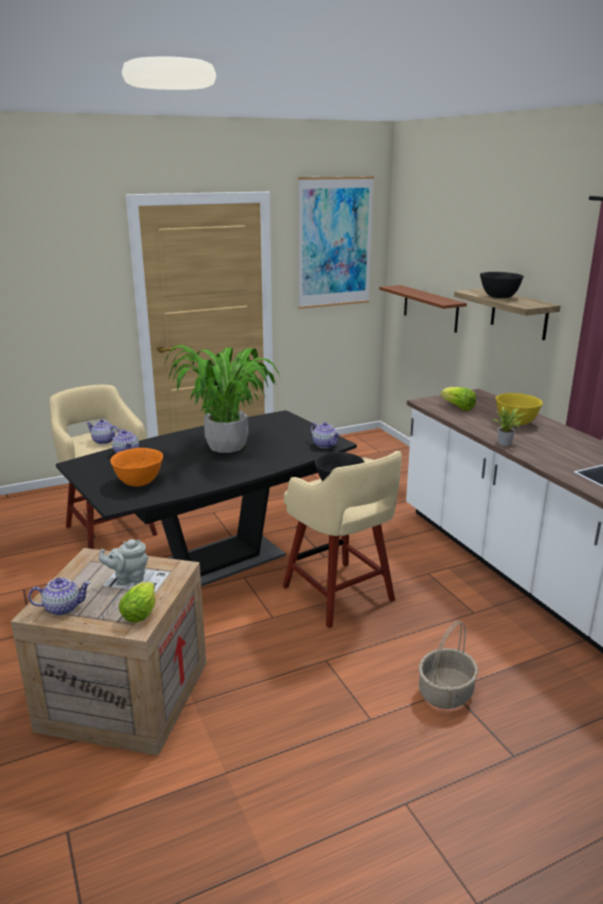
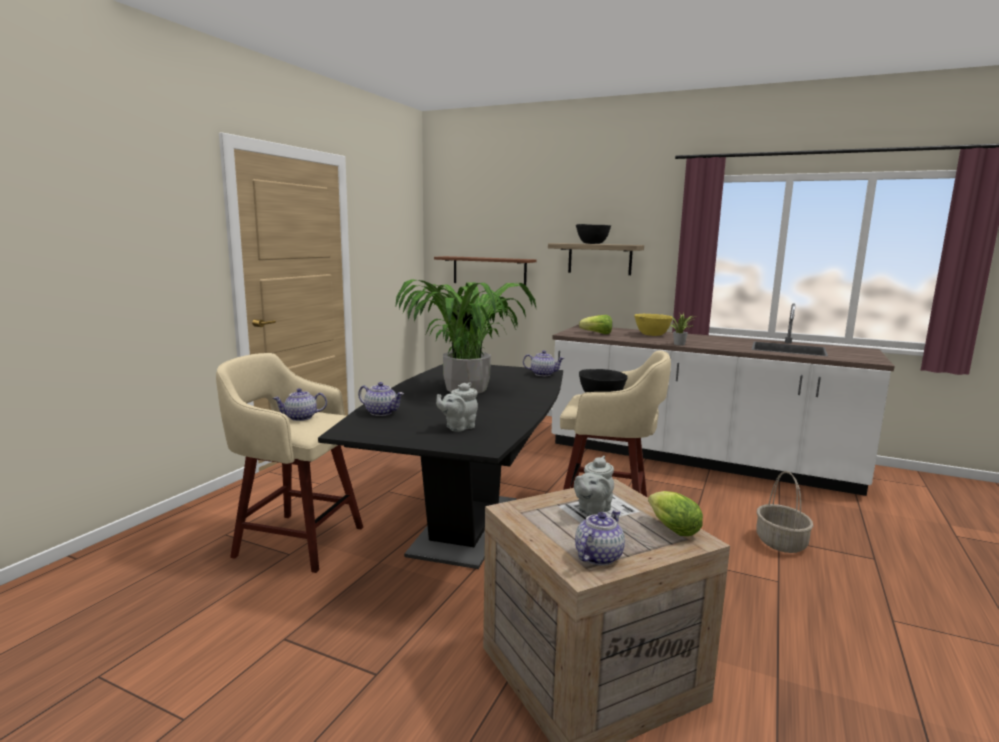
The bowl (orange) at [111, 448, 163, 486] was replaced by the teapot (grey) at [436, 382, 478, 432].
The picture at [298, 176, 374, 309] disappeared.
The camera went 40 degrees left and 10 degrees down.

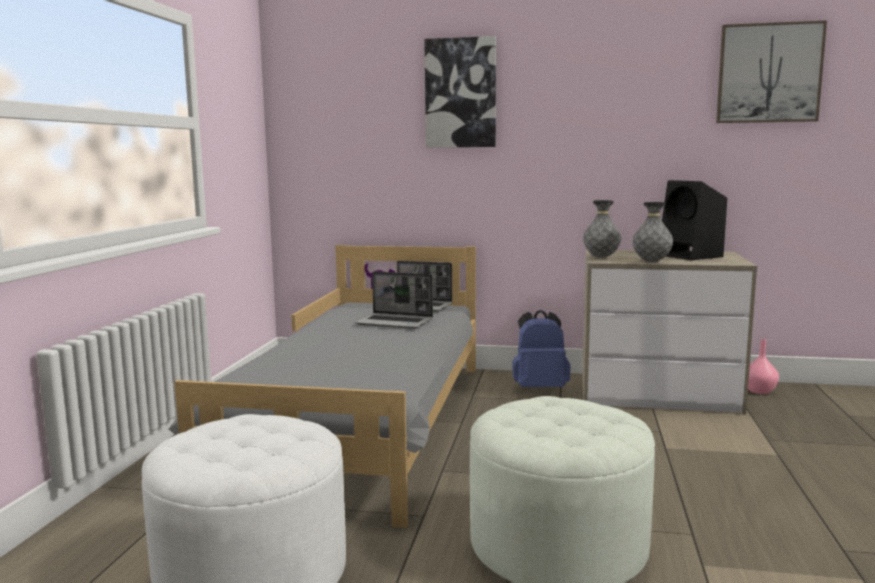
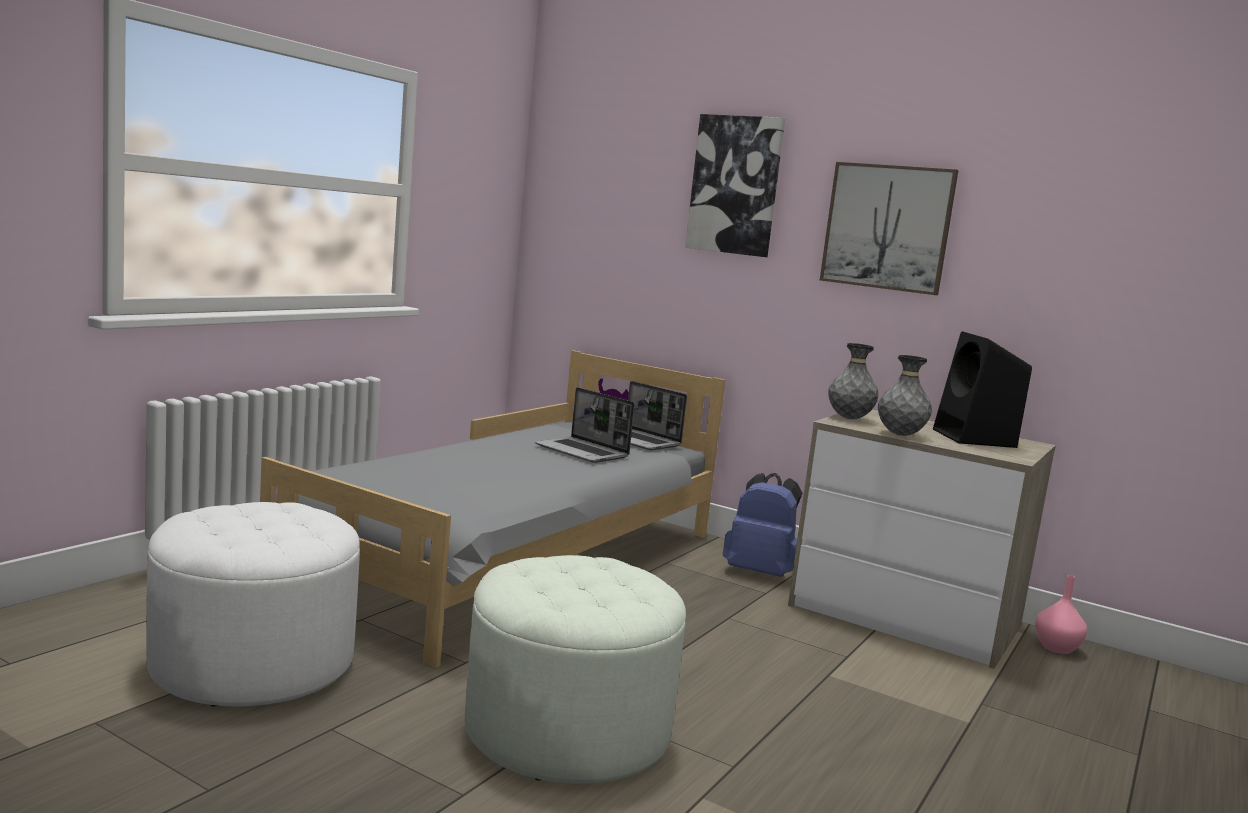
The picture moved from [716, 20, 827, 123] to [820, 162, 958, 295].
The camera went 20 degrees right and 0 degrees up.

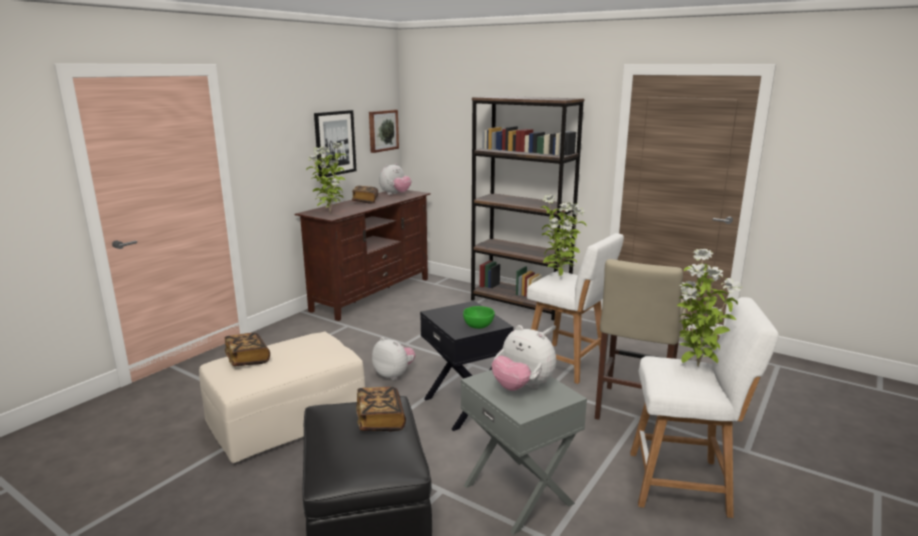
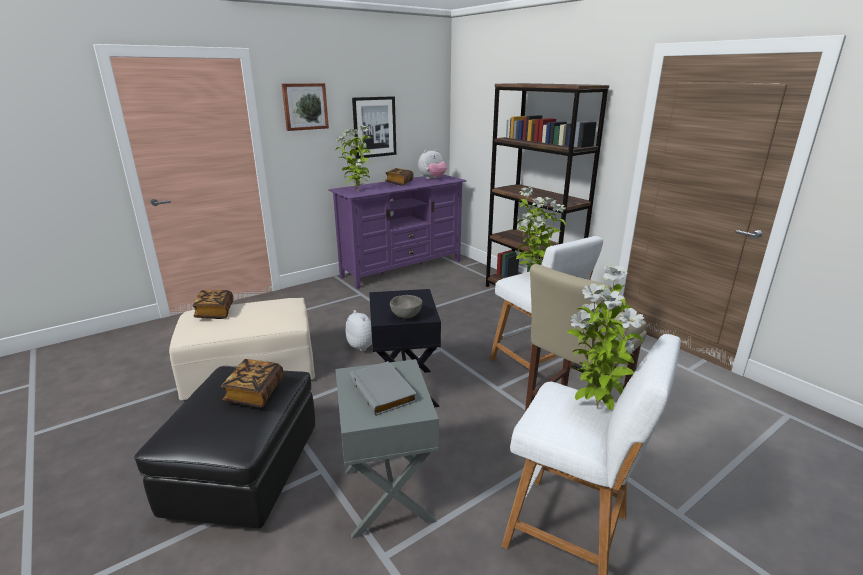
The picture moved from [369, 110, 399, 153] to [282, 83, 329, 131].
The tv stand (brown) at [294, 190, 431, 321] became the tv stand (purple) at [328, 174, 467, 289].
The plush toy at [492, 325, 556, 391] was replaced by the book (grey) at [349, 361, 417, 416].
The bowl (green) at [463, 306, 495, 329] became the bowl (grey) at [390, 295, 422, 319].
The camera went 20 degrees right and 5 degrees up.

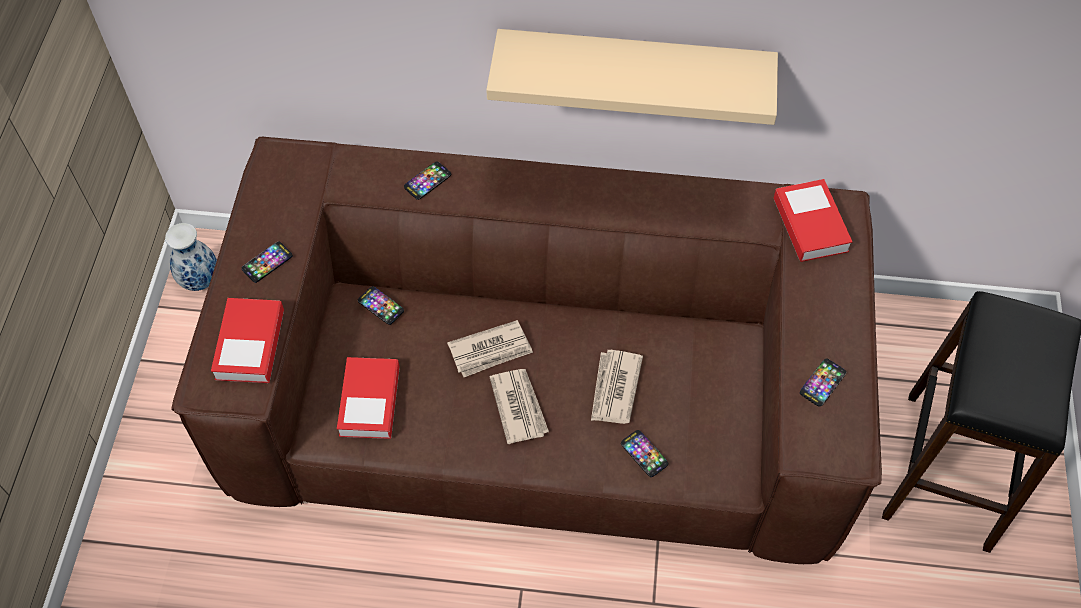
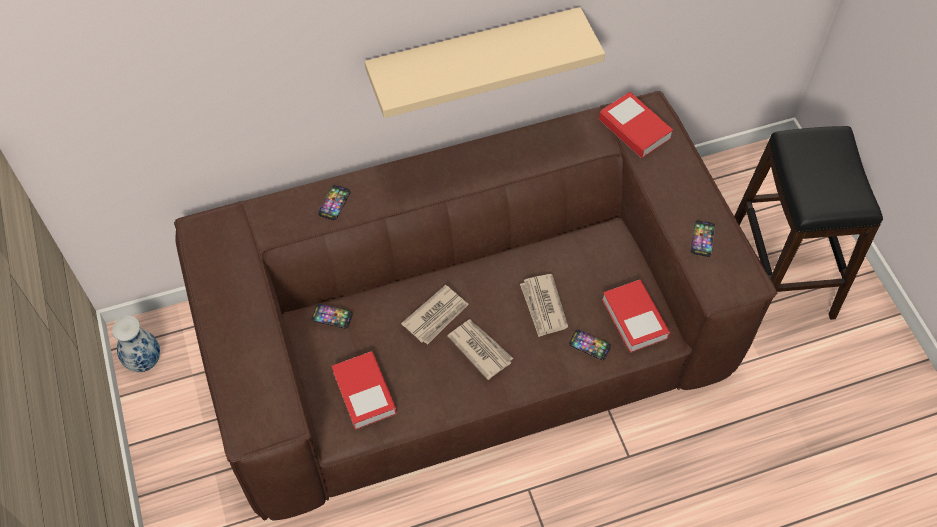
The book moved from [211, 298, 284, 383] to [602, 280, 670, 353].
The phone at [242, 241, 293, 283] disappeared.
The camera went 25 degrees left and 0 degrees up.

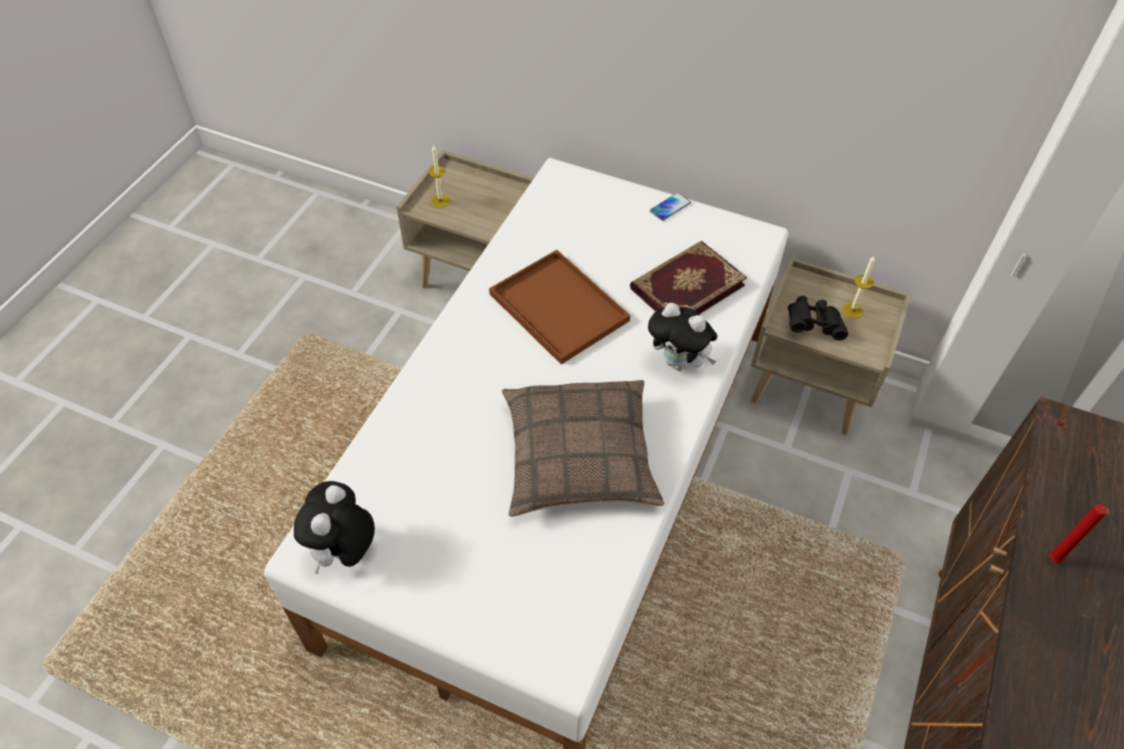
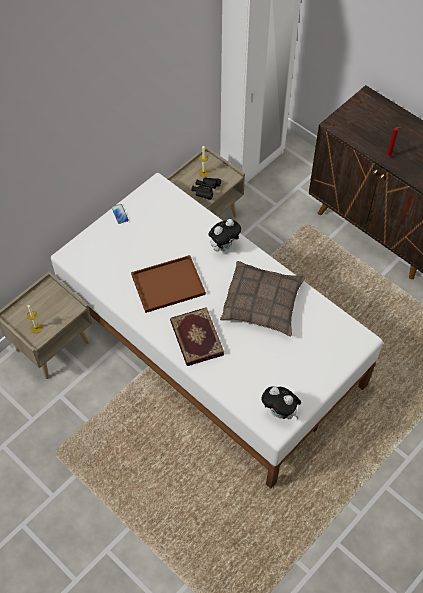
The book moved from [630, 241, 747, 314] to [170, 307, 224, 366].
The camera went 70 degrees left and 5 degrees up.

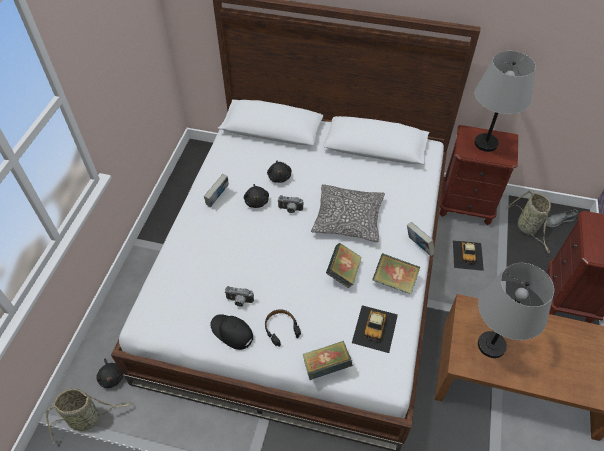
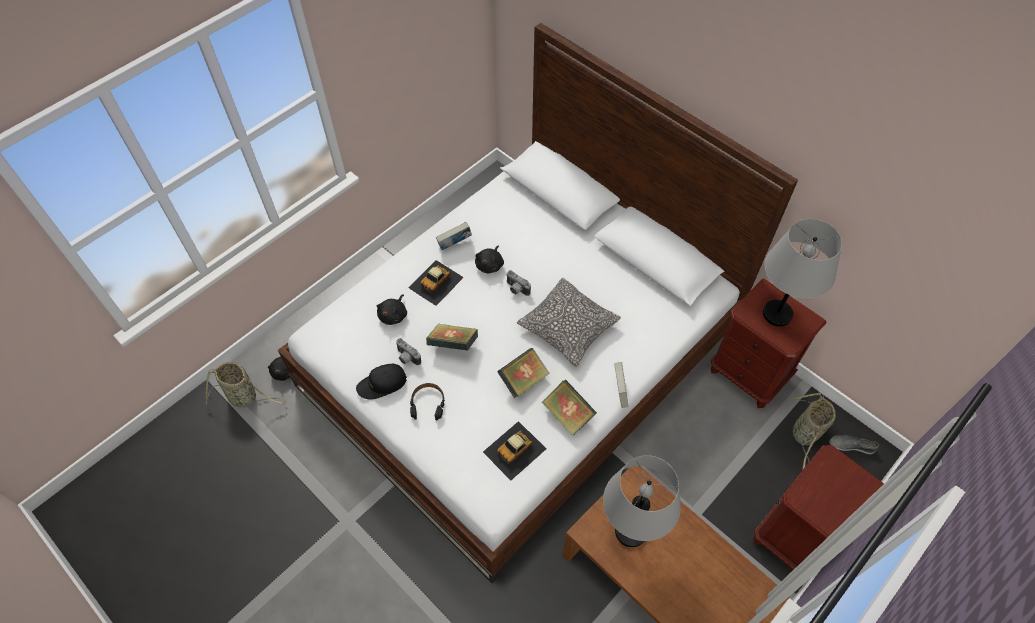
The cap (black) at [210, 314, 253, 350] turned 90 degrees counterclockwise.
The plush toy (black) moved from [267, 161, 292, 183] to [377, 294, 407, 325].
The toy car moved from [453, 240, 484, 271] to [408, 260, 464, 306].
The book moved from [303, 340, 353, 380] to [426, 324, 478, 351].
The camera went 30 degrees right and 5 degrees up.

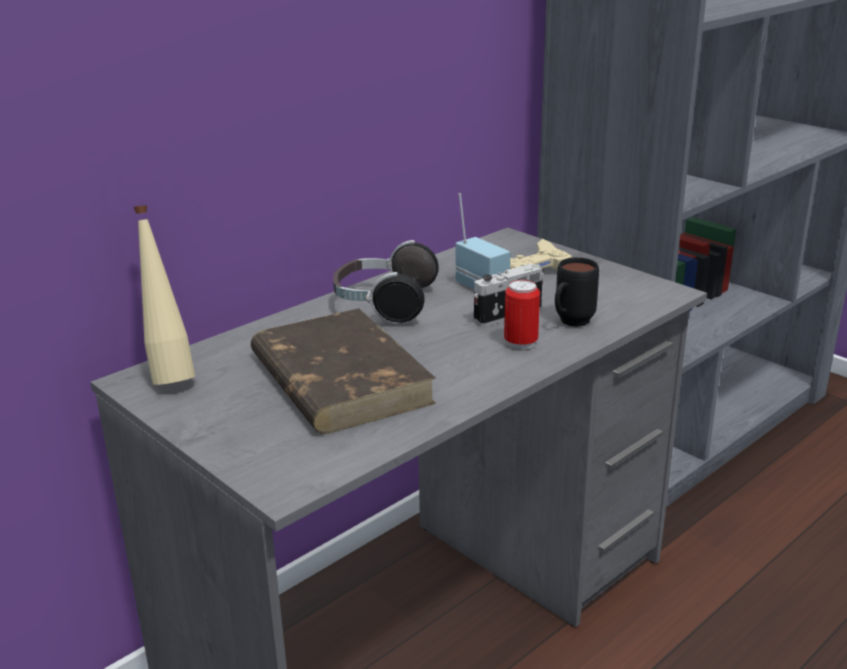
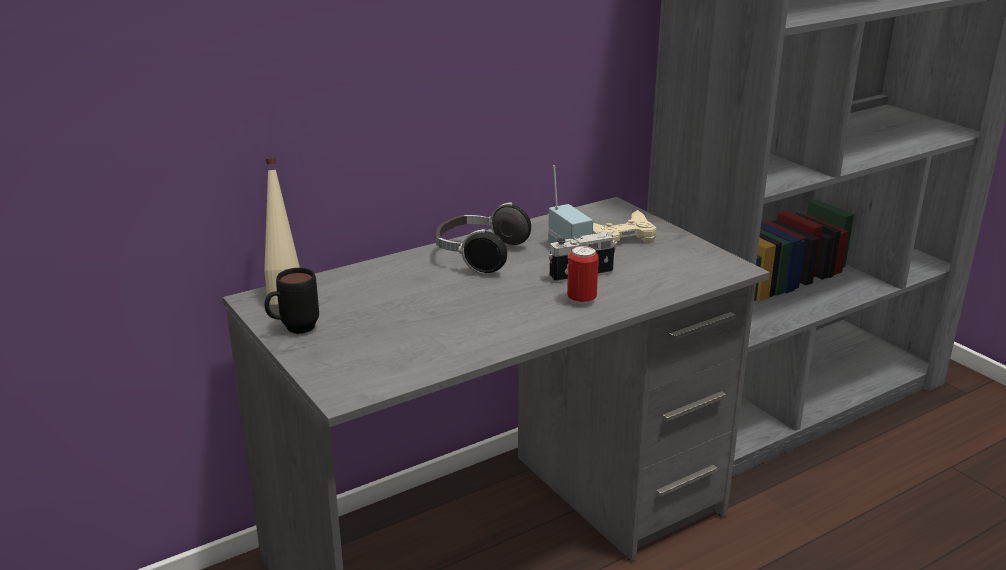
The mug (black) moved from [555, 257, 599, 327] to [264, 268, 319, 334].
The book (brown) at [251, 308, 436, 434] disappeared.
The camera went 10 degrees right and 0 degrees up.

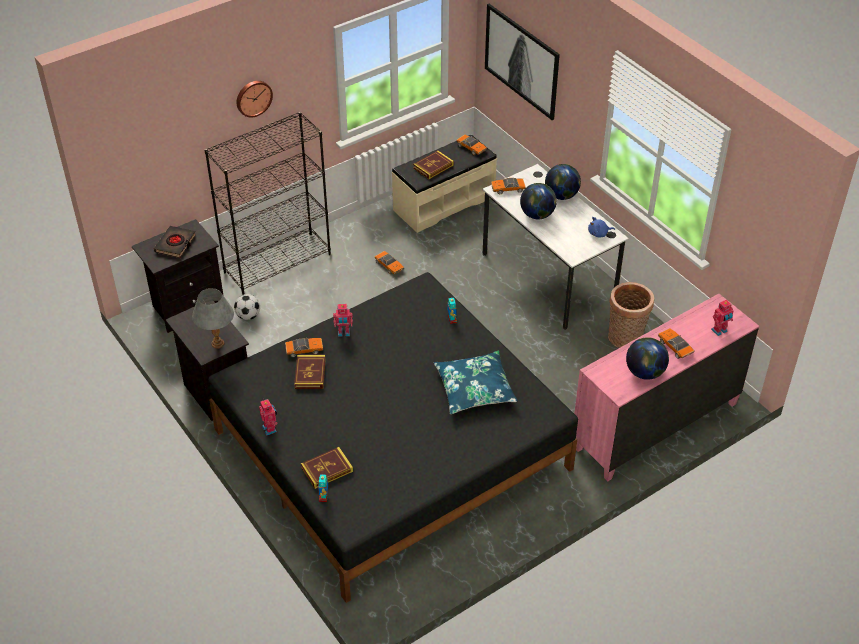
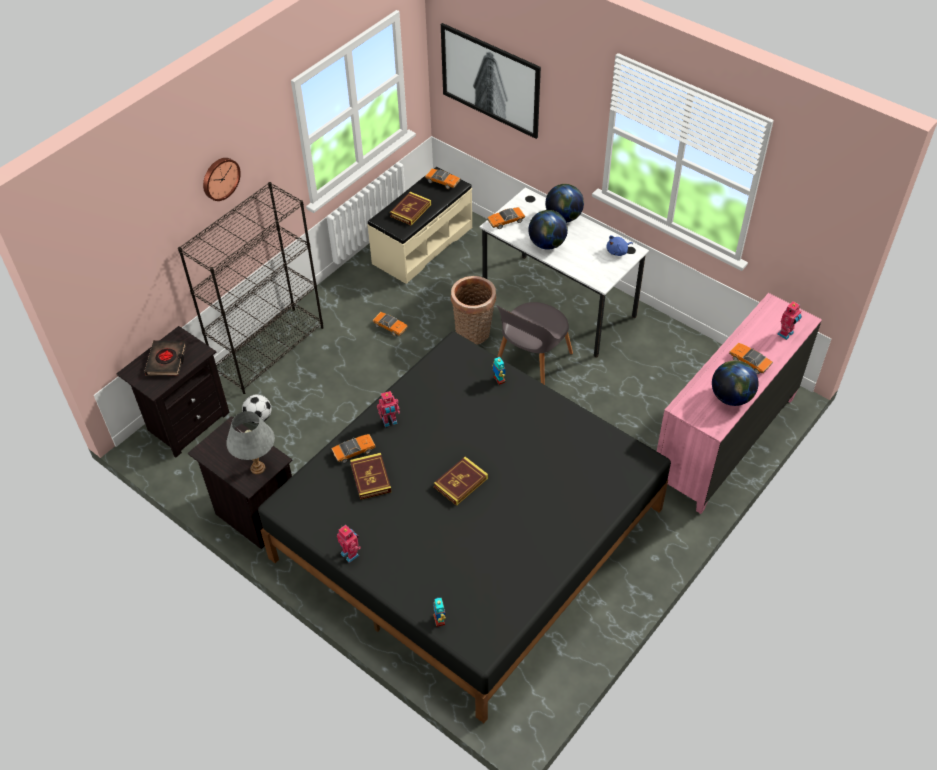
The book moved from [301, 447, 353, 489] to [434, 456, 488, 506].
The basket moved from [608, 282, 654, 348] to [451, 276, 496, 345].
The chair (grey) at [496, 302, 573, 385] appeared.
The pillow (blue) at [434, 351, 518, 414] disappeared.
The camera went 15 degrees left and 5 degrees up.

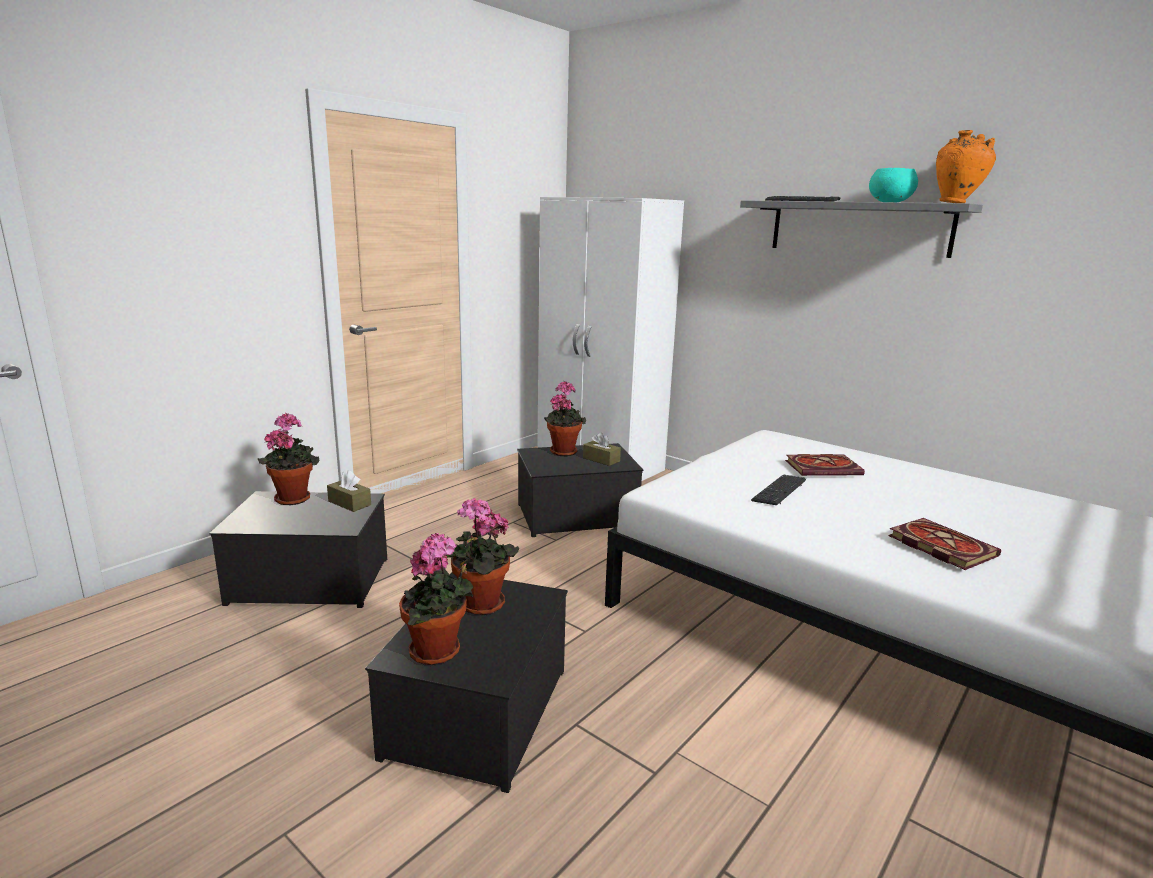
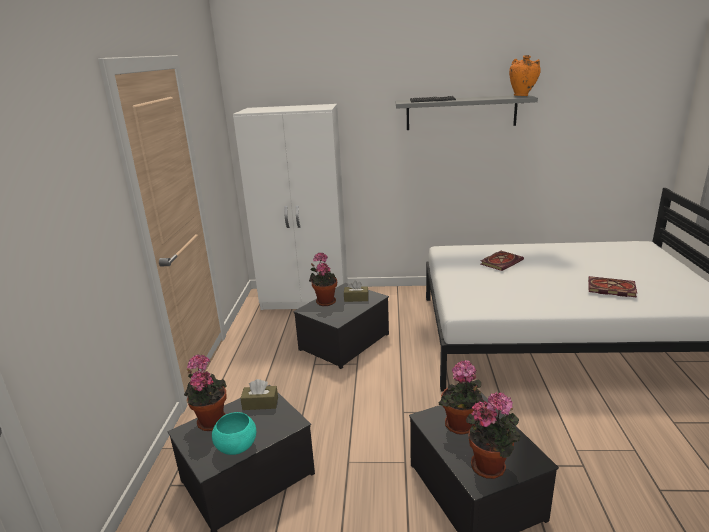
The bowl (turquoise) moved from [869, 168, 918, 202] to [212, 412, 256, 455].
The keyboard at [751, 475, 806, 505] disappeared.
The camera went 35 degrees left and 5 degrees up.

